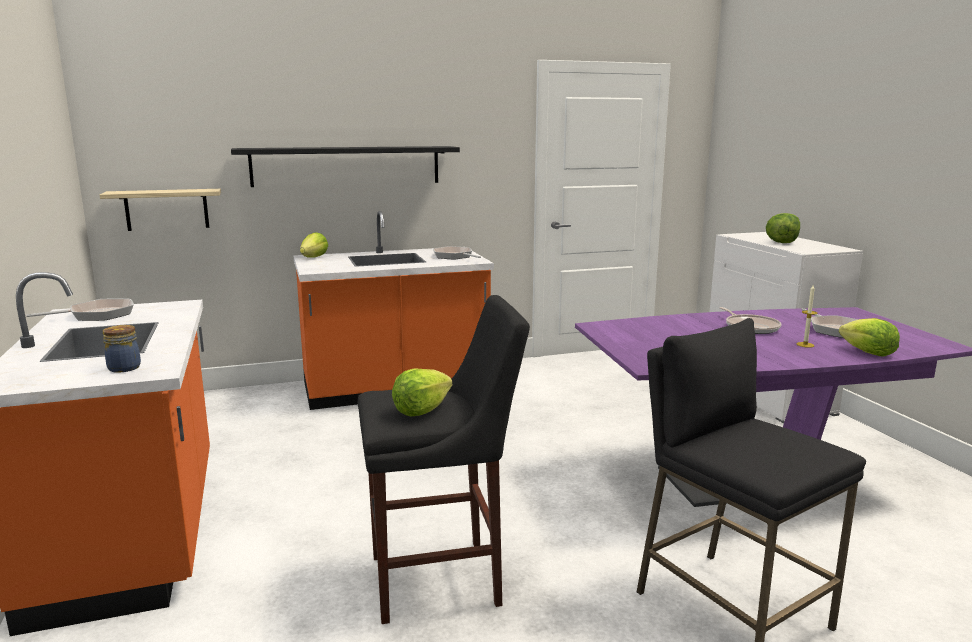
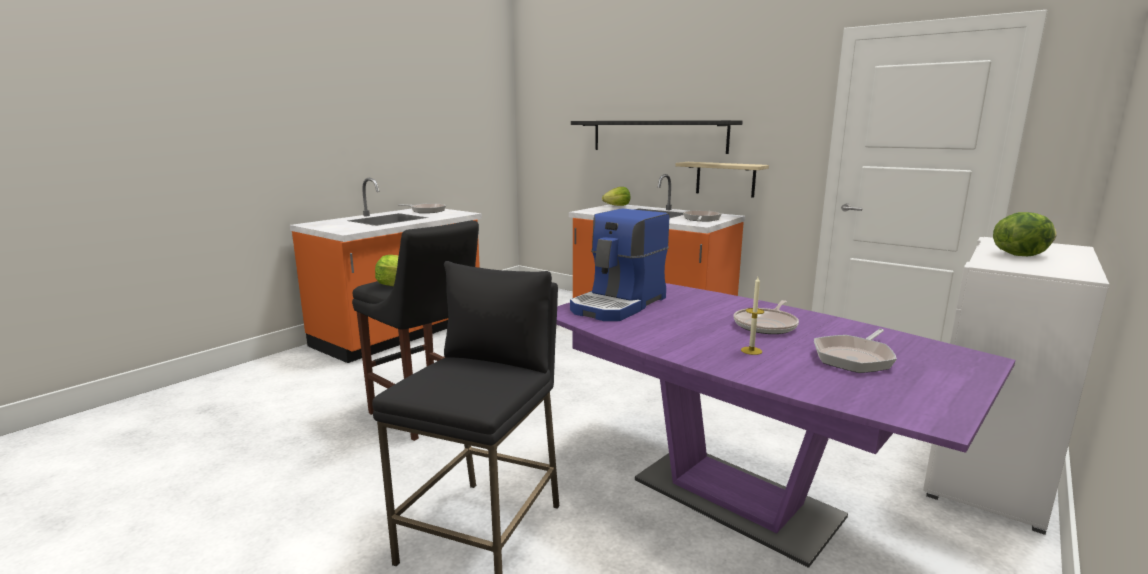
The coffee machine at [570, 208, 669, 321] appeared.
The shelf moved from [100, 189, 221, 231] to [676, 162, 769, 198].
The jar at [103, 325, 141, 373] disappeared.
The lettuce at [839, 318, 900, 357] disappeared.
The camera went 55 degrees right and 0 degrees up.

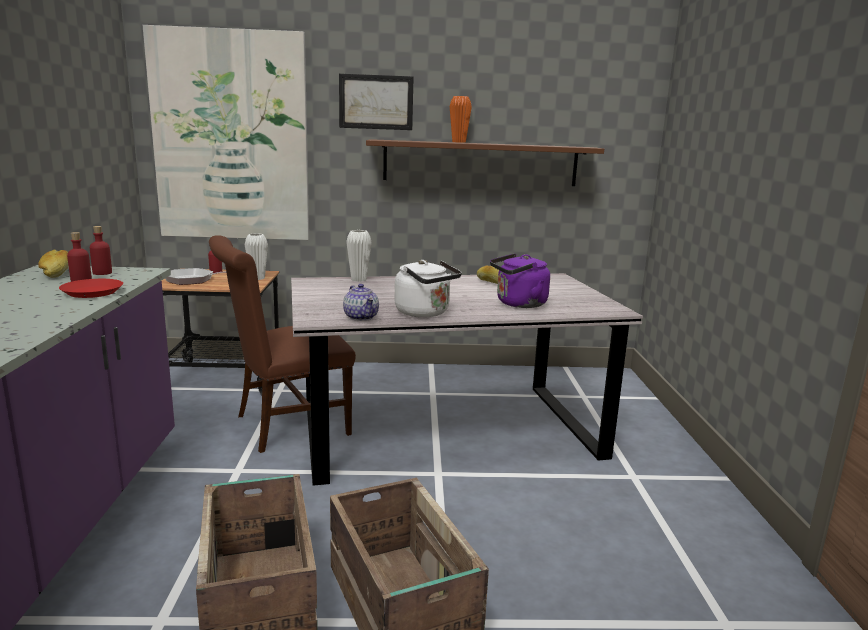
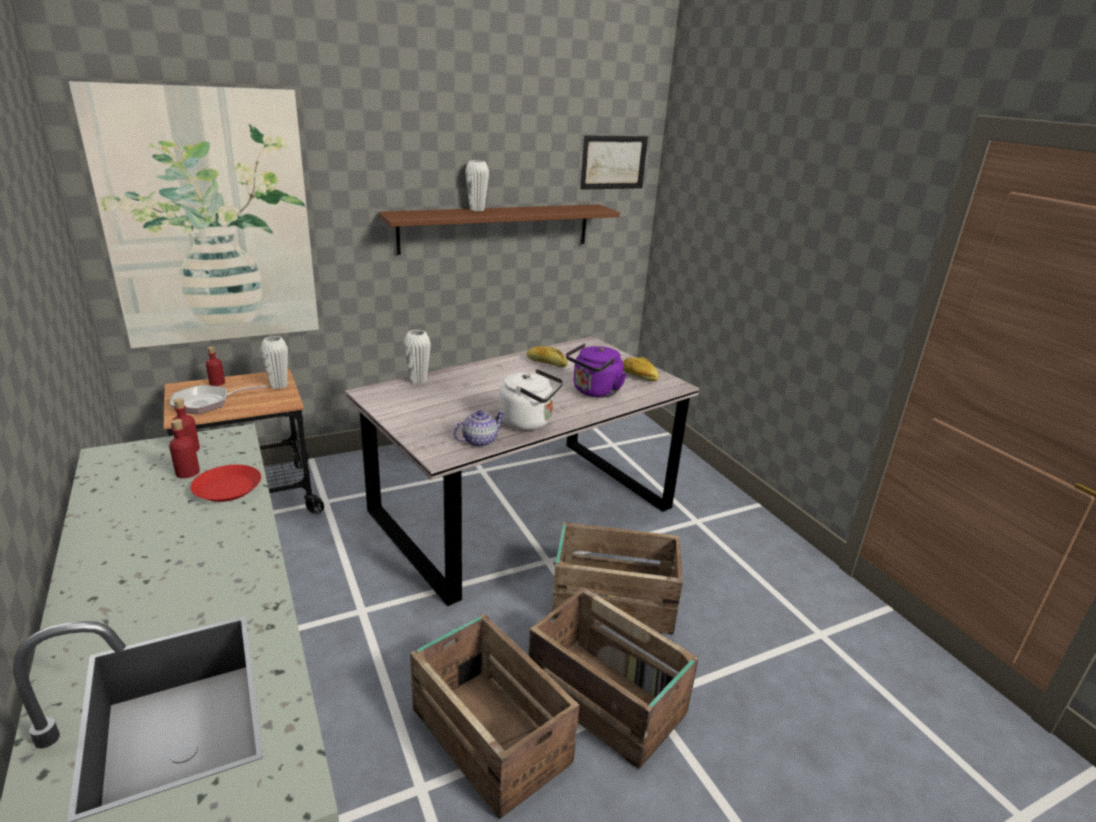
The teapot at [343, 284, 379, 321] turned 75 degrees counterclockwise.
The vase (orange) at [450, 96, 472, 143] became the vase (white) at [465, 160, 489, 211].
The crate at [551, 522, 683, 634] appeared.
The picture moved from [339, 74, 414, 130] to [580, 135, 648, 190].
The bread moved from [38, 250, 69, 278] to [623, 357, 659, 381].
The chair (brown) at [209, 235, 356, 453] disappeared.
The camera went 25 degrees left and 10 degrees up.

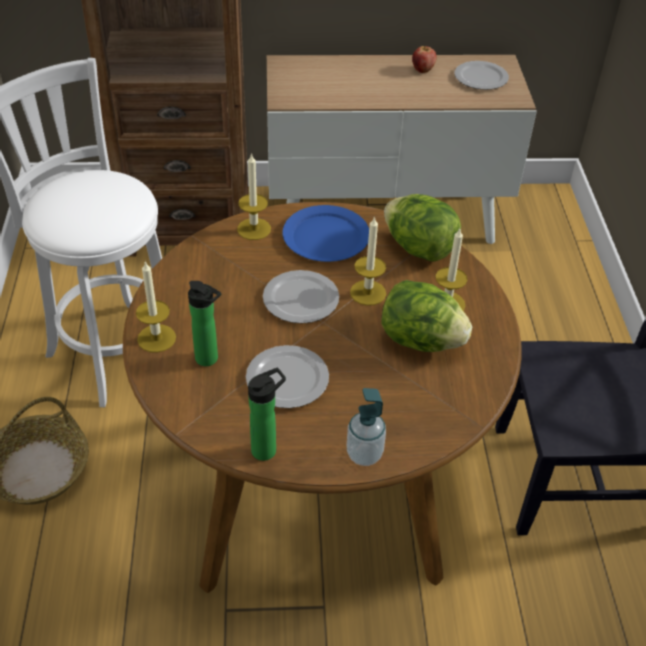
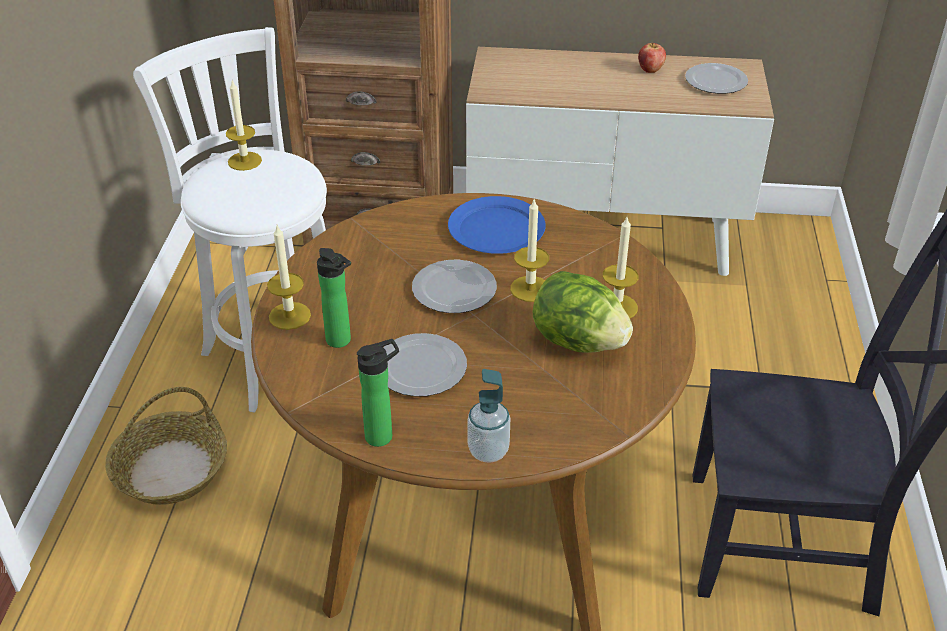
The candle moved from [237, 153, 271, 240] to [226, 81, 262, 171].
The lettuce at [384, 194, 461, 262] disappeared.
The camera went 10 degrees right and 5 degrees down.

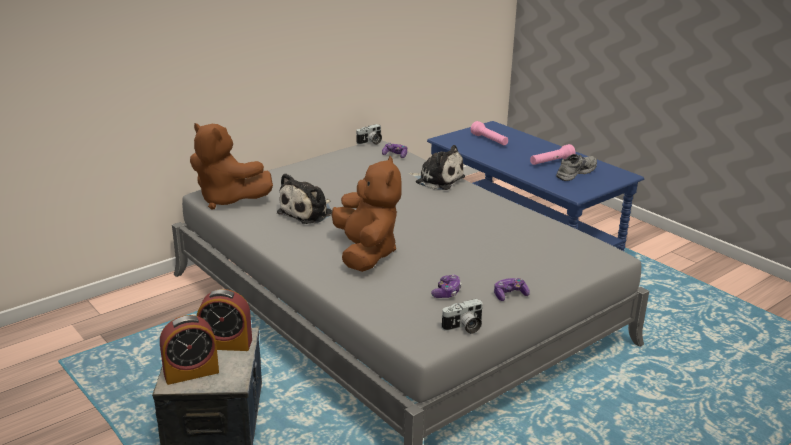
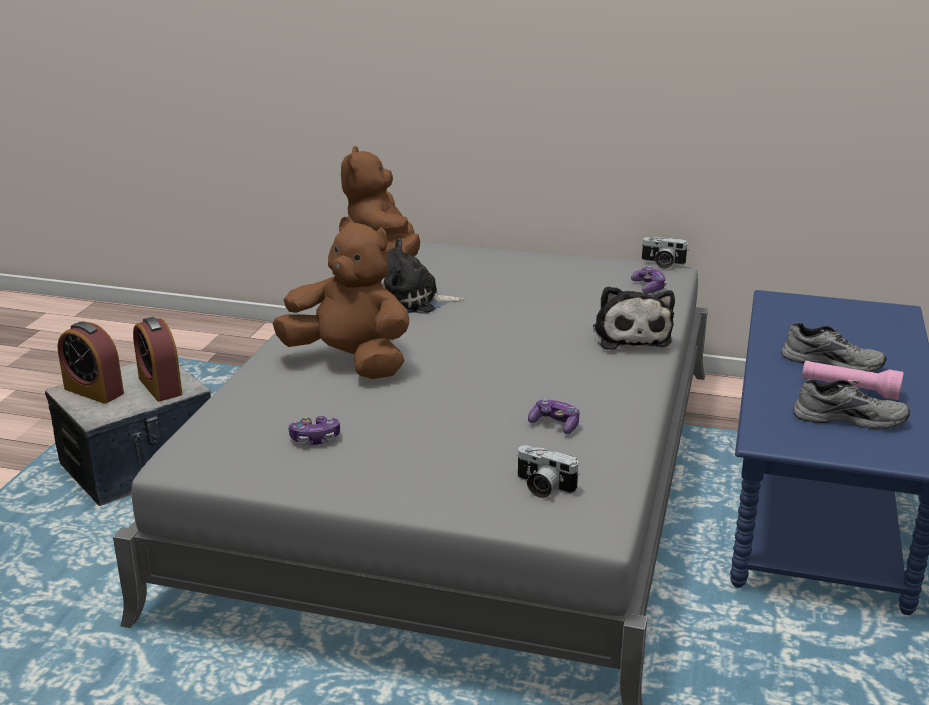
The plush toy (brown) at [332, 156, 402, 272] turned 105 degrees counterclockwise.
The photo camera moved from [441, 299, 483, 334] to [517, 445, 579, 498].
The game controller moved from [494, 278, 530, 301] to [528, 398, 580, 434].
The shoe (grey) at [782, 323, 886, 372] appeared.
The flashlight (pink) at [471, 121, 508, 145] disappeared.
The camera went 55 degrees right and 0 degrees up.

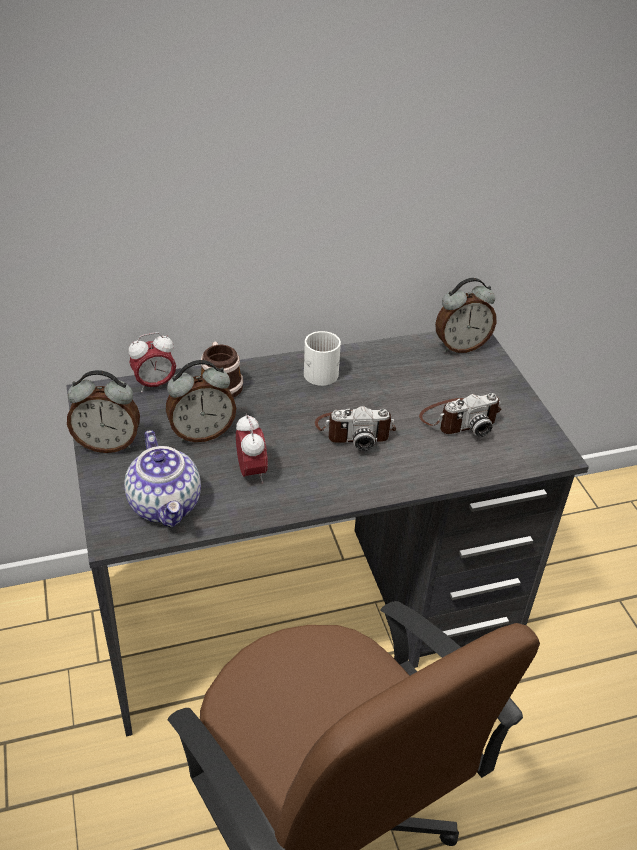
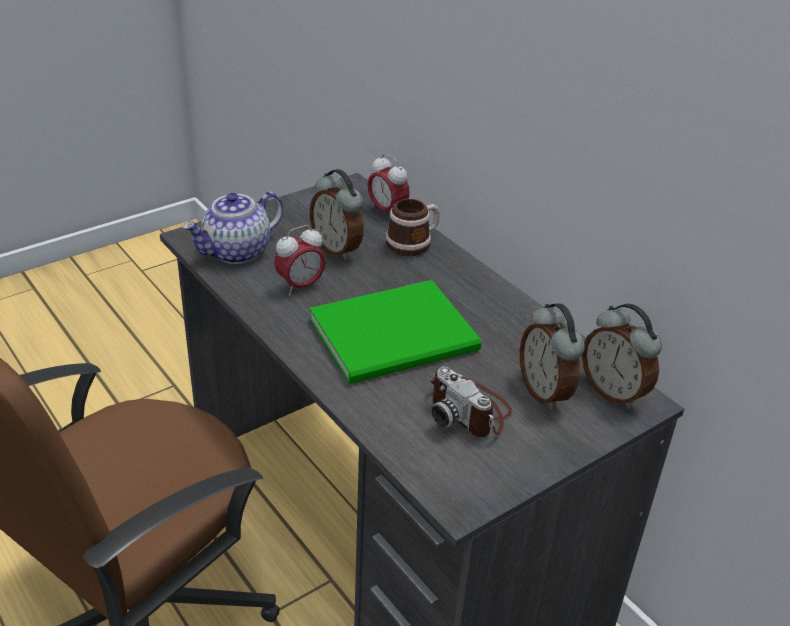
The photo camera at [315, 406, 396, 451] was replaced by the book (green) at [309, 280, 481, 384].
The alarm clock moved from [67, 370, 140, 453] to [520, 303, 585, 410].
The mug (white) at [304, 331, 341, 386] disappeared.
The camera went 70 degrees right and 5 degrees down.

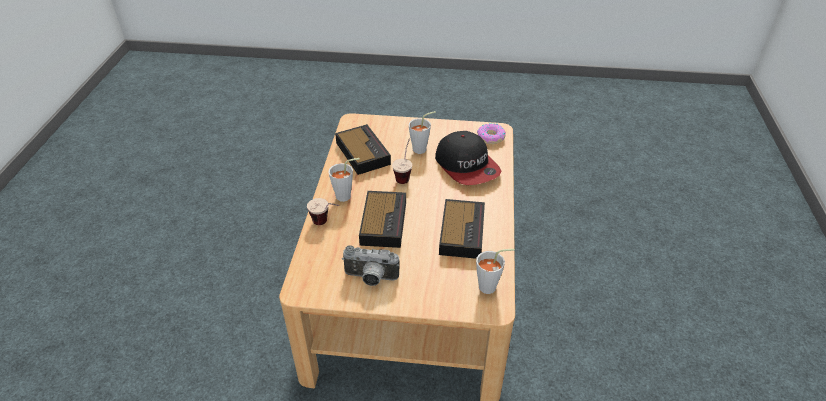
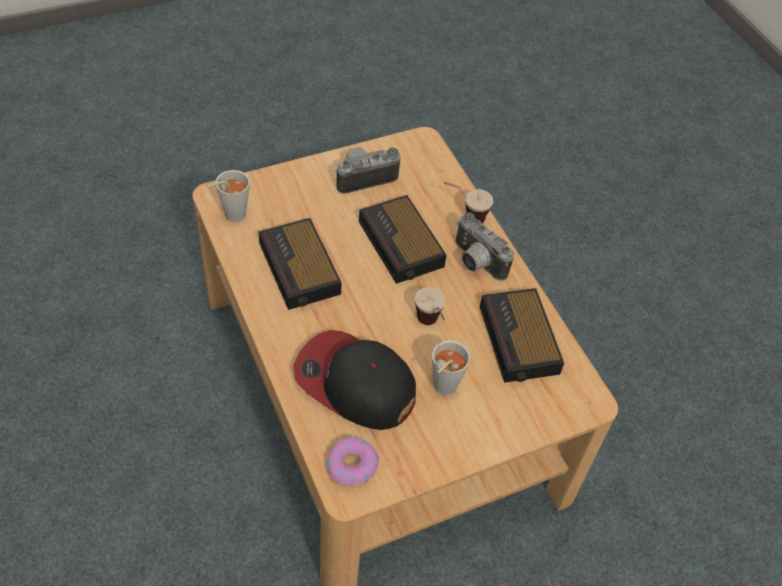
The cup (grey) at [328, 158, 360, 202] was replaced by the photo camera at [455, 212, 514, 281].
The alarm clock at [335, 124, 391, 175] turned 45 degrees clockwise.
The camera went 145 degrees right and 10 degrees up.

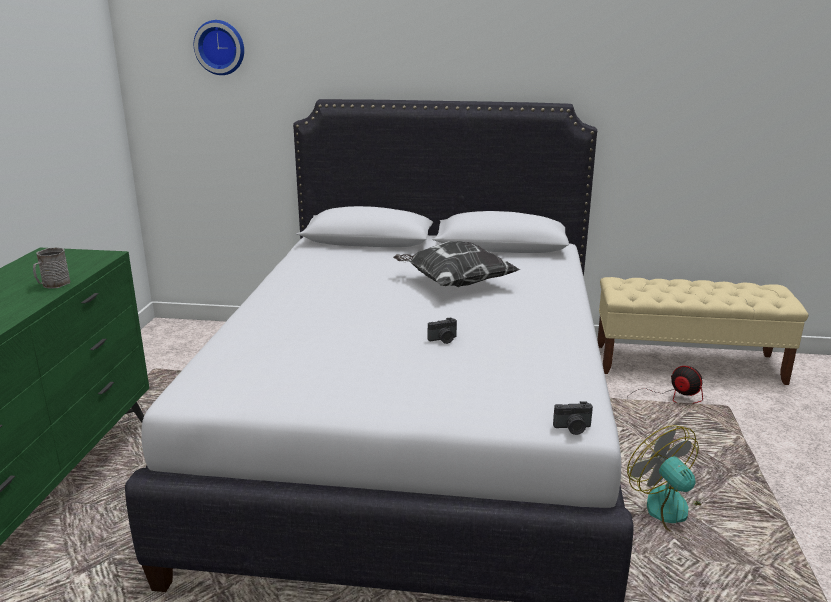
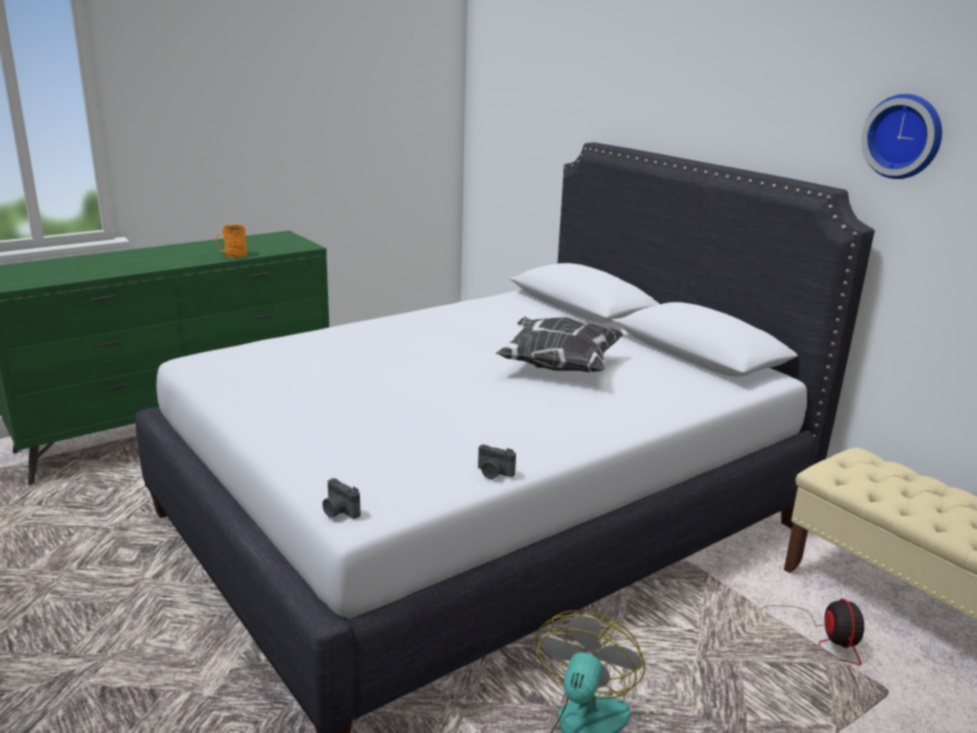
The mug (grey) at [33, 248, 70, 289] became the mug (orange) at [216, 224, 247, 258].
The photo camera moved from [428, 317, 457, 344] to [478, 444, 516, 479].
The wall clock moved from [194, 20, 244, 75] to [861, 94, 942, 179].
The camera went 45 degrees right and 0 degrees up.

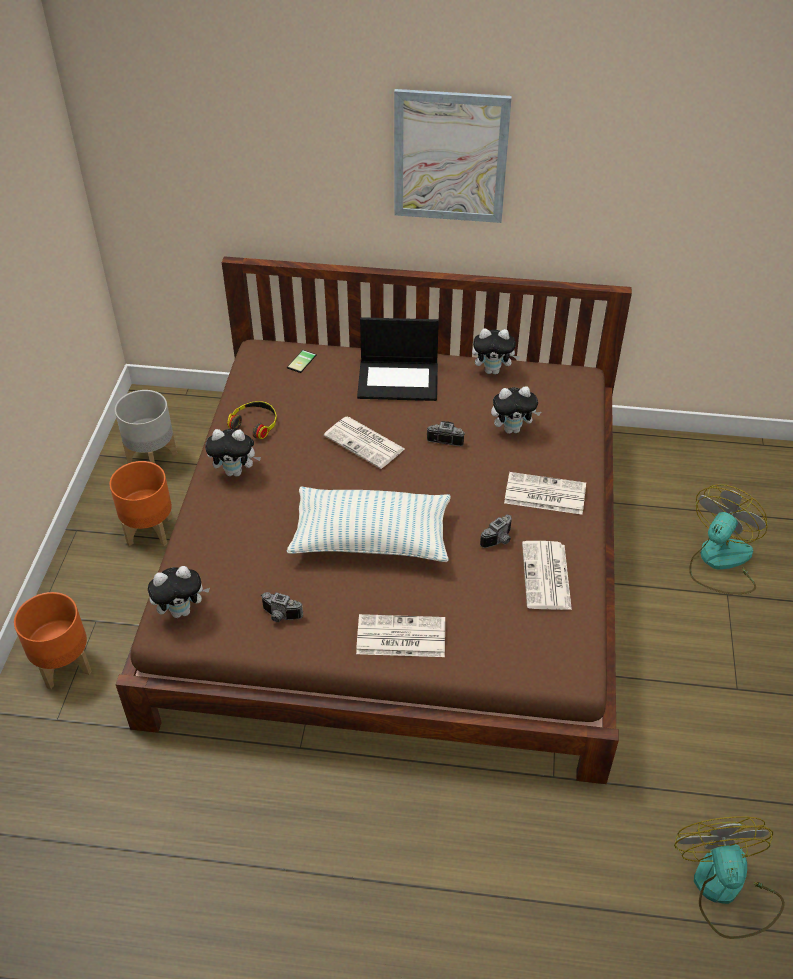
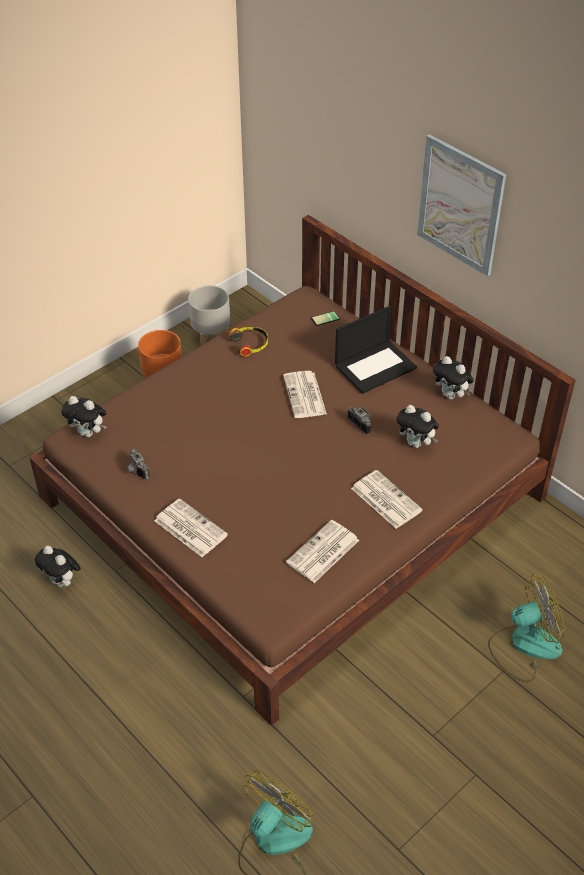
The plush toy moved from [205, 429, 261, 477] to [35, 546, 81, 587].
The laptop at [357, 317, 439, 401] turned 75 degrees counterclockwise.
The planter (orange) at [14, 592, 92, 689] disappeared.
The pillow at [287, 486, 451, 562] disappeared.
The photo camera at [480, 514, 512, 548] disappeared.
The camera went 40 degrees right and 0 degrees up.

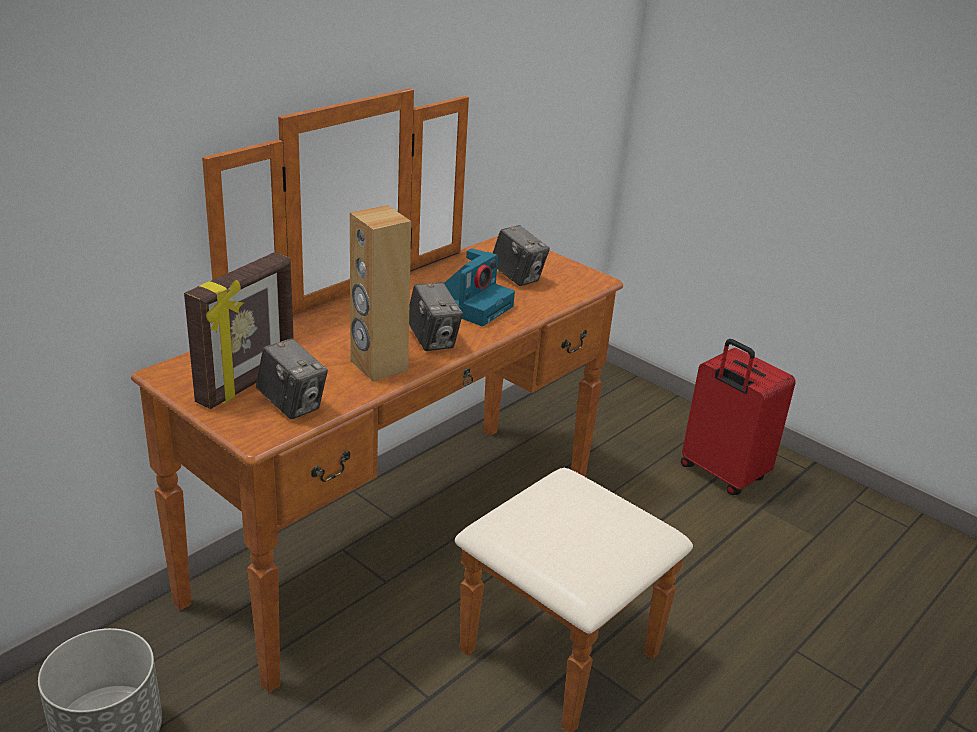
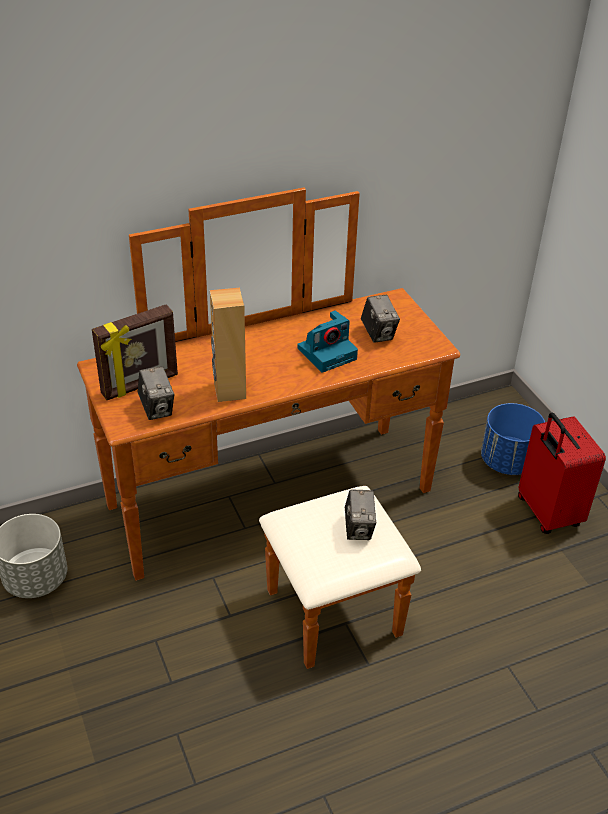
The photo camera moved from [409, 282, 463, 351] to [345, 490, 376, 540].
The planter (blue) at [481, 403, 545, 475] appeared.
The camera went 25 degrees right and 10 degrees up.

